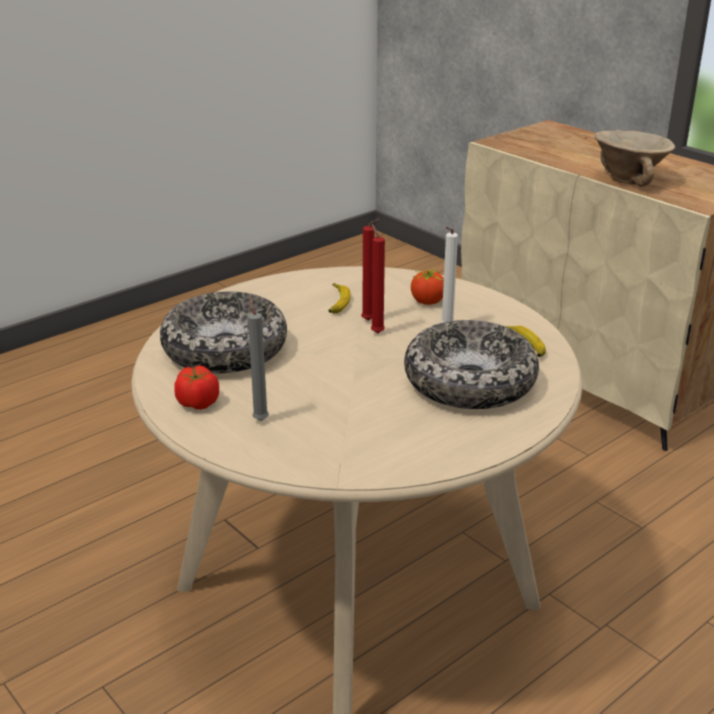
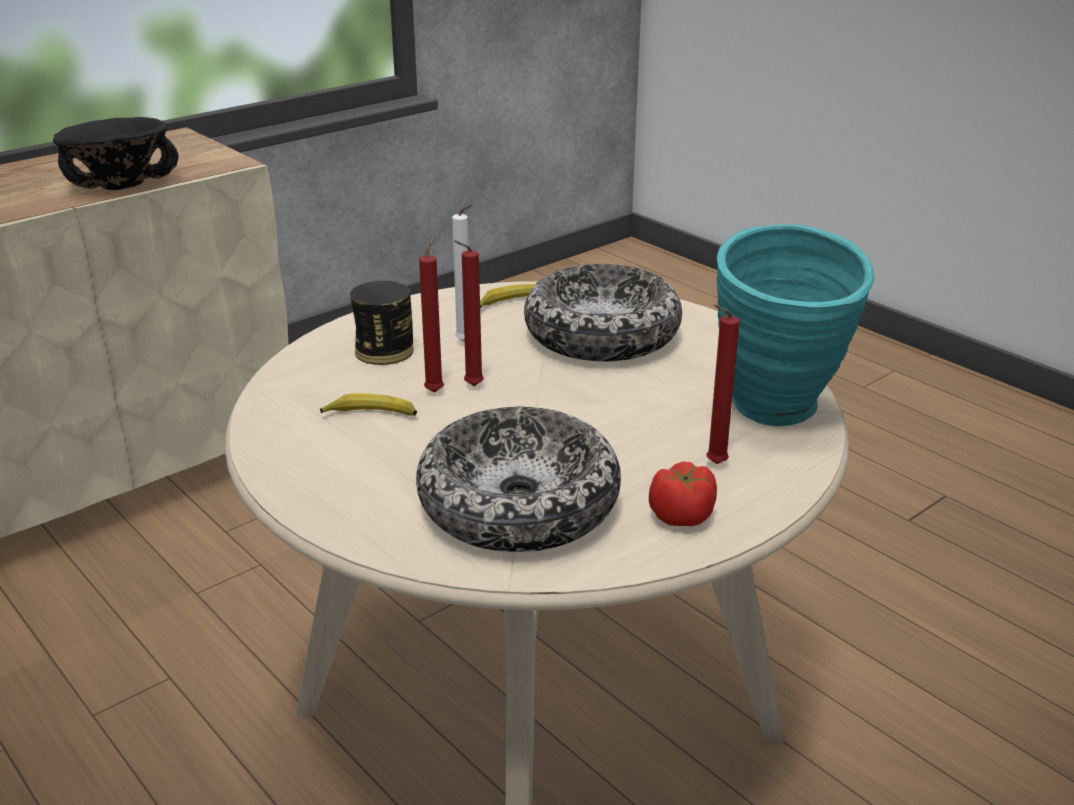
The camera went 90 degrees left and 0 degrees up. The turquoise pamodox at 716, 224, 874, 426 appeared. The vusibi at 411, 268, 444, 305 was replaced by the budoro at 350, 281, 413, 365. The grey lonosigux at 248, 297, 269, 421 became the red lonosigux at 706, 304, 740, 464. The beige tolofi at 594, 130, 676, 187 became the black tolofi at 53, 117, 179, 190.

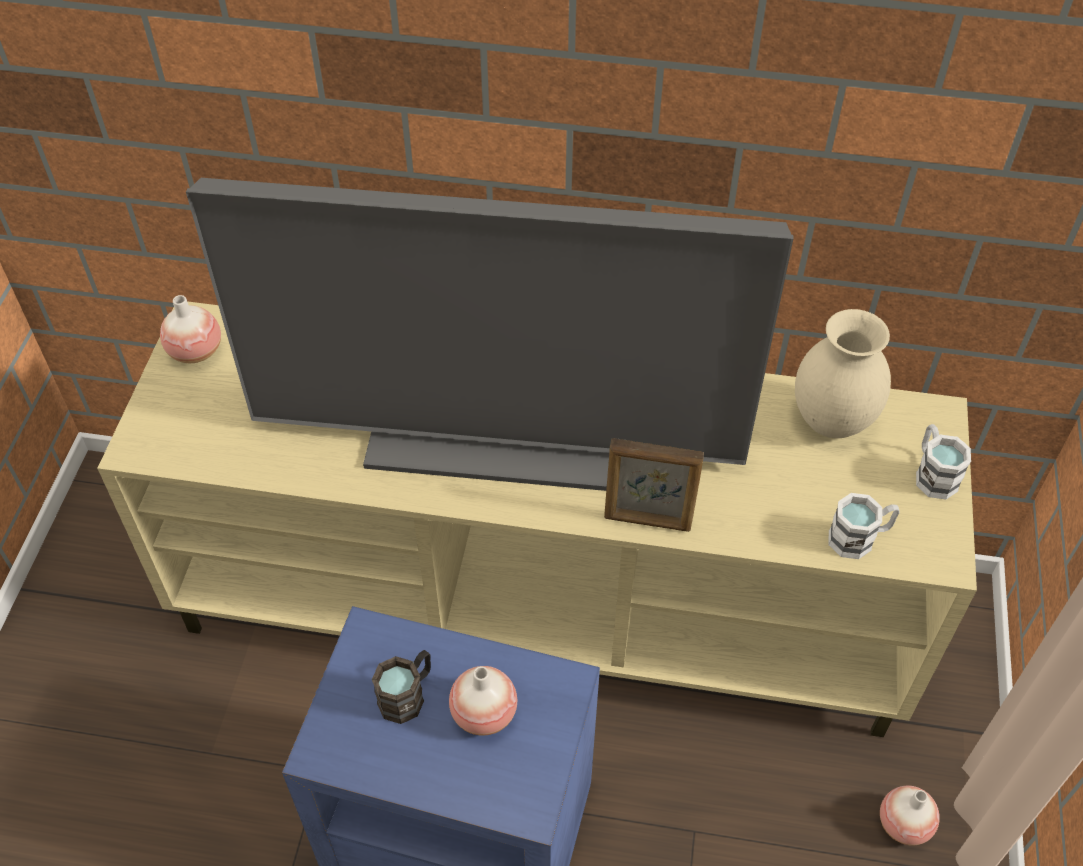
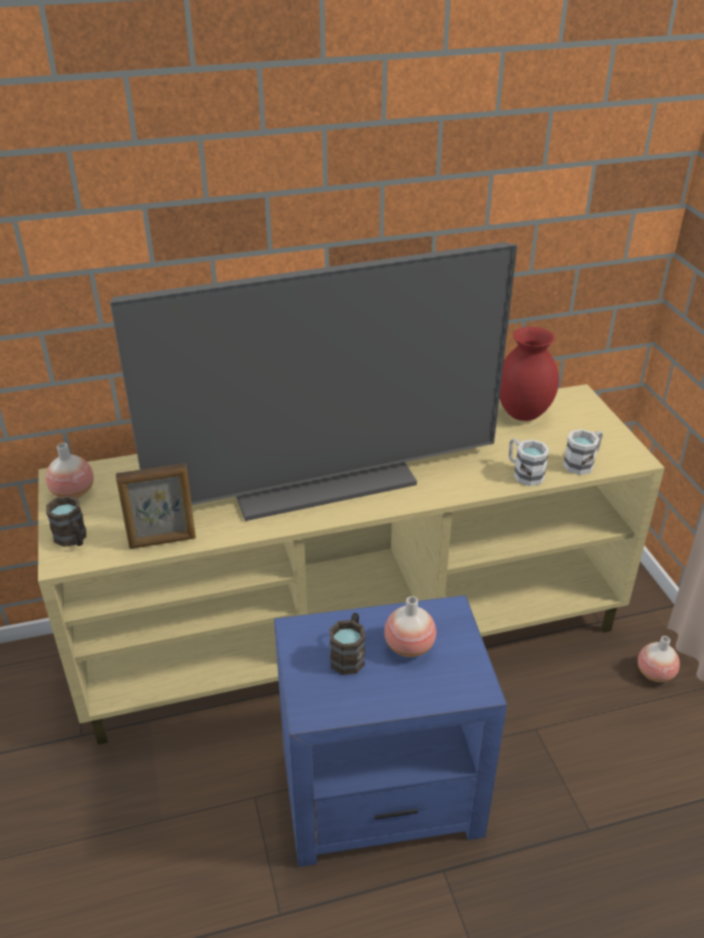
The camera went 25 degrees left and 15 degrees down. The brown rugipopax at 46, 496, 86, 547 appeared. The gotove moved from 604, 438, 704, 532 to 116, 463, 196, 549. The white rugipopax moved from 916, 424, 971, 500 to 509, 438, 549, 486. The beige pamodox at 795, 309, 891, 438 became the red pamodox at 499, 327, 559, 421.

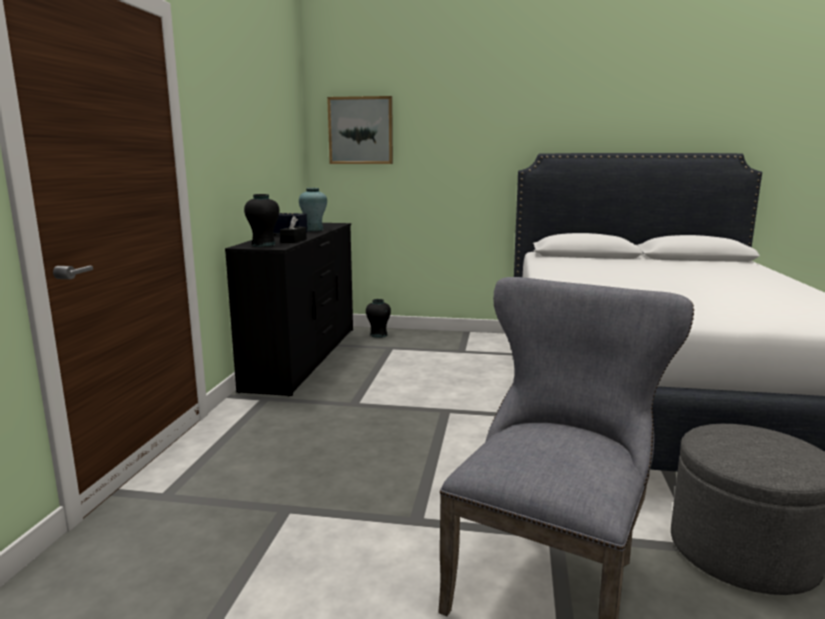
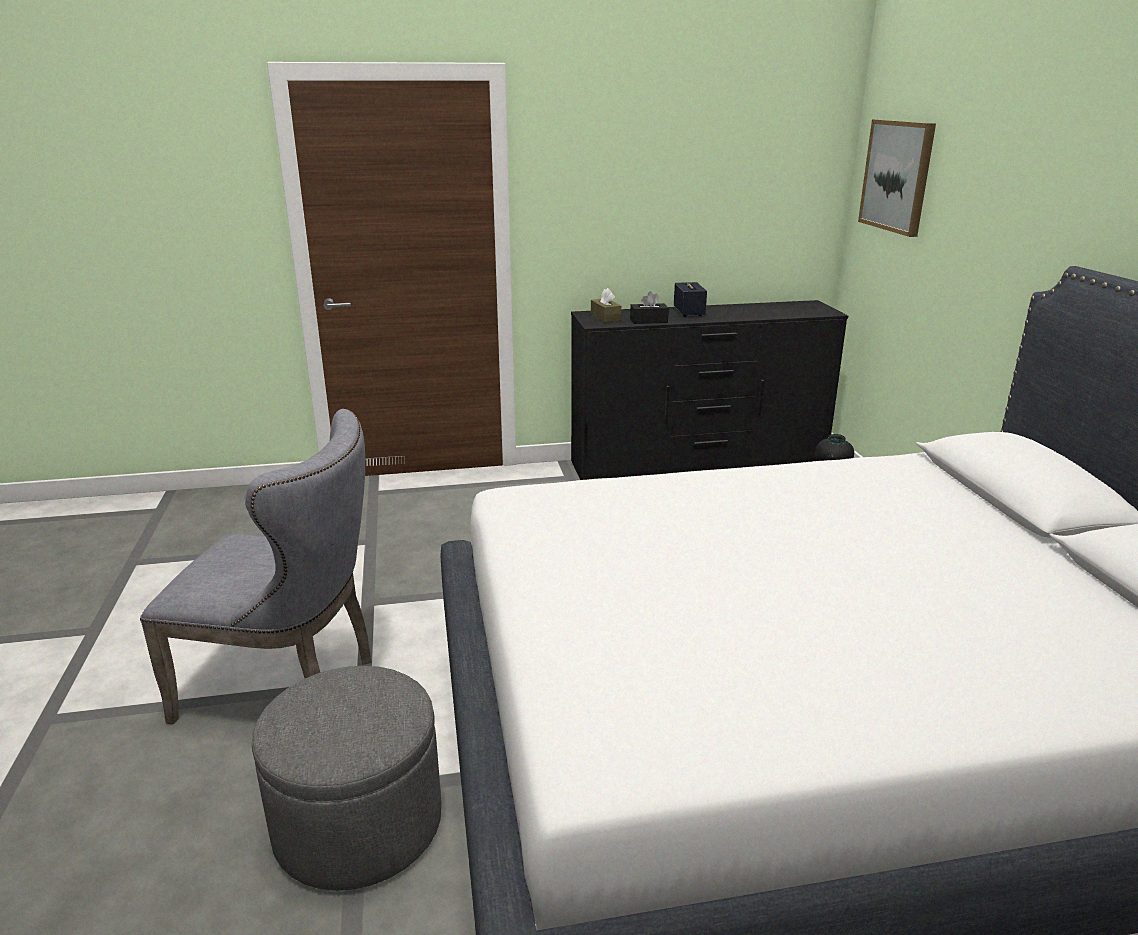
The camera went 70 degrees right and 10 degrees up. The turquoise pamodox at 299, 188, 327, 231 disappeared. The black pamodox at 244, 194, 279, 247 was replaced by the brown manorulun at 591, 288, 621, 322.

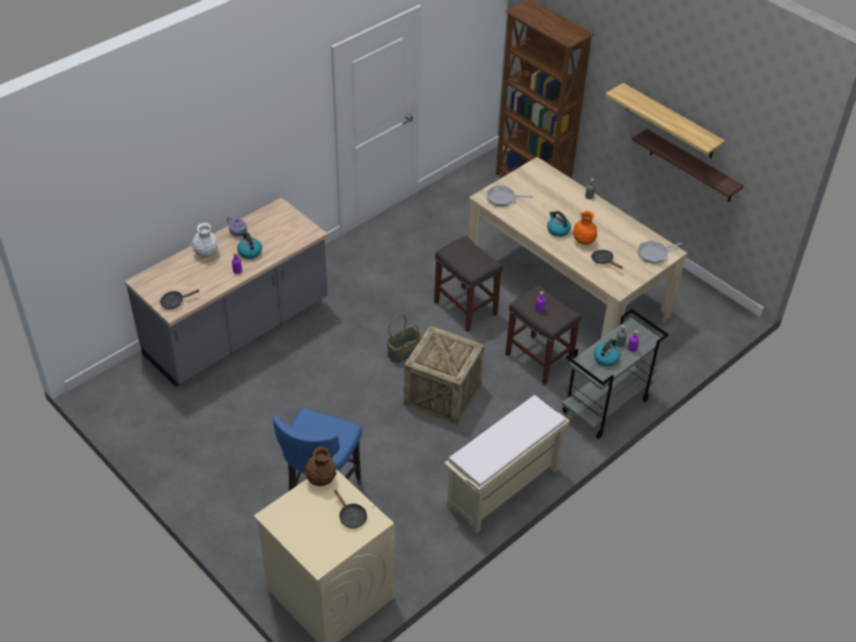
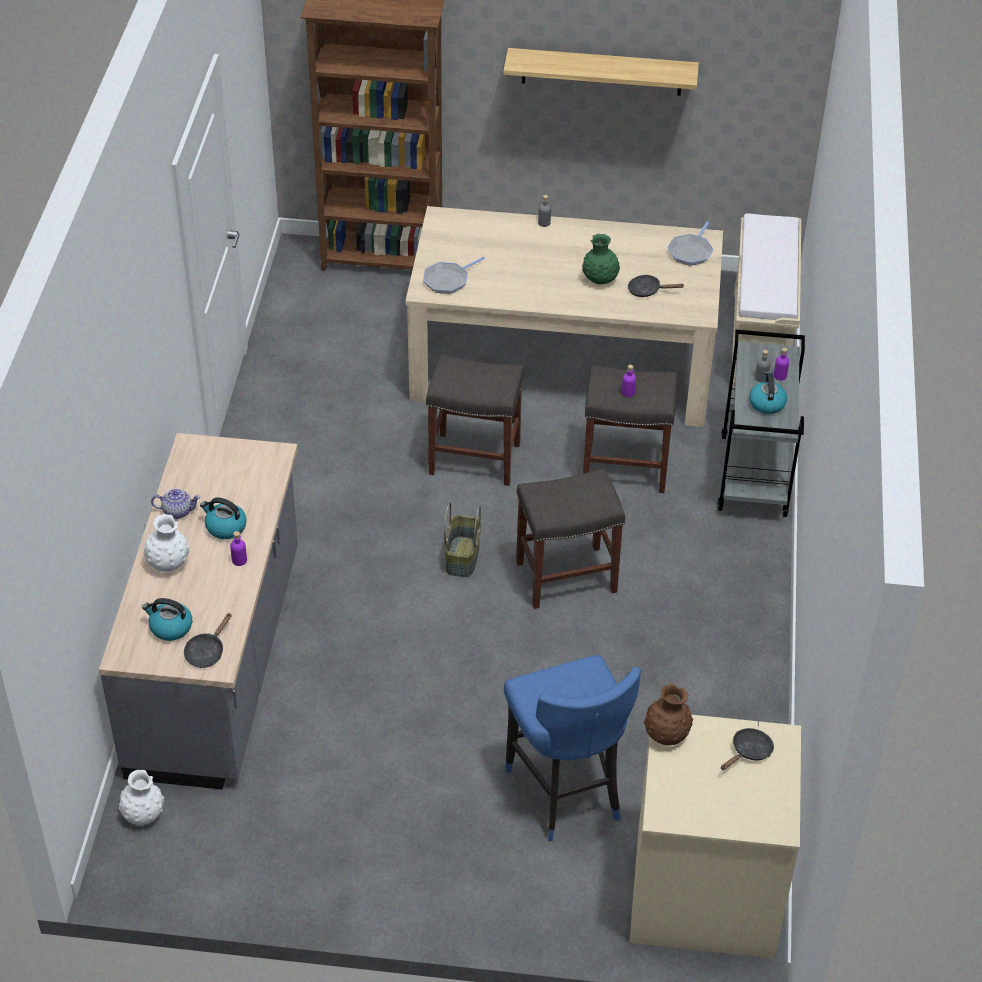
The camera went 40 degrees left and 0 degrees up. The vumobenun at 632, 129, 744, 202 disappeared. The white pamodox at 119, 770, 164, 825 appeared. The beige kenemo moved from 444, 395, 569, 534 to 732, 214, 801, 390. The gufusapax moved from 547, 211, 571, 237 to 142, 598, 192, 641. The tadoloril at 404, 326, 484, 425 was replaced by the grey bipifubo at 516, 468, 625, 609. The orange pamodox at 572, 210, 597, 245 became the green pamodox at 582, 234, 620, 284. The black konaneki at 334, 490, 367, 529 turned 60 degrees counterclockwise.

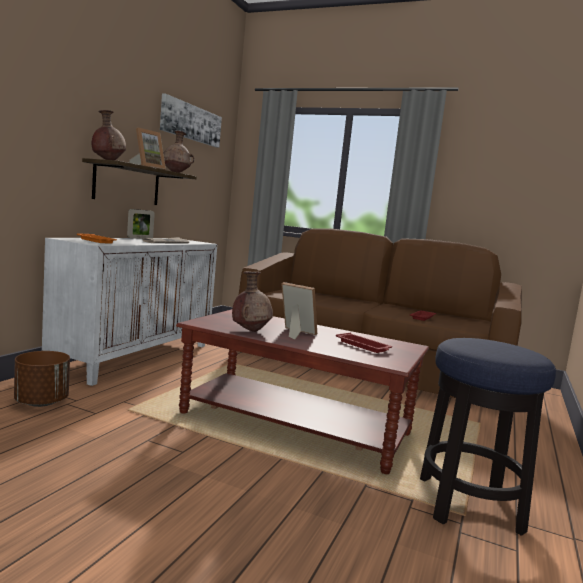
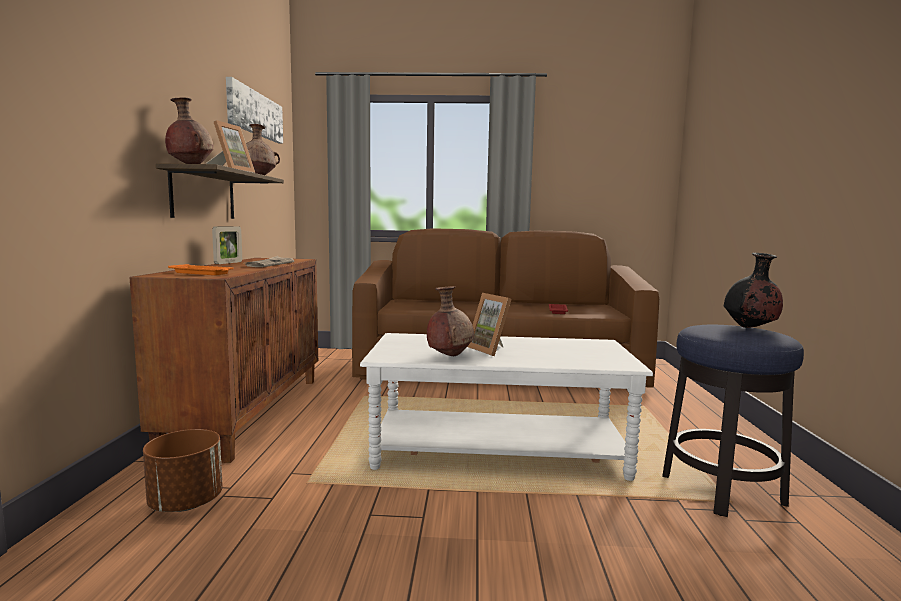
The camera went 20 degrees left and 0 degrees up. The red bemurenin at 336, 333, 392, 353 disappeared. The black pamodox at 724, 253, 783, 328 appeared. The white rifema at 42, 238, 217, 386 became the brown rifema at 129, 258, 318, 463. The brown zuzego at 176, 309, 429, 474 became the white zuzego at 360, 333, 653, 481. The gotove at 281, 282, 317, 339 turned 135 degrees counterclockwise.

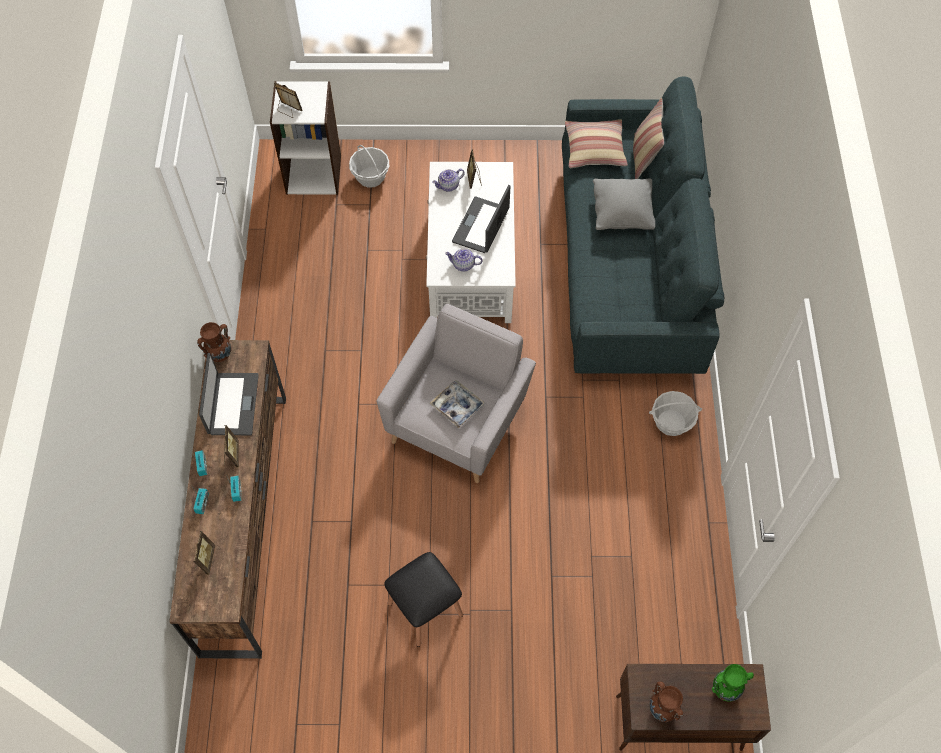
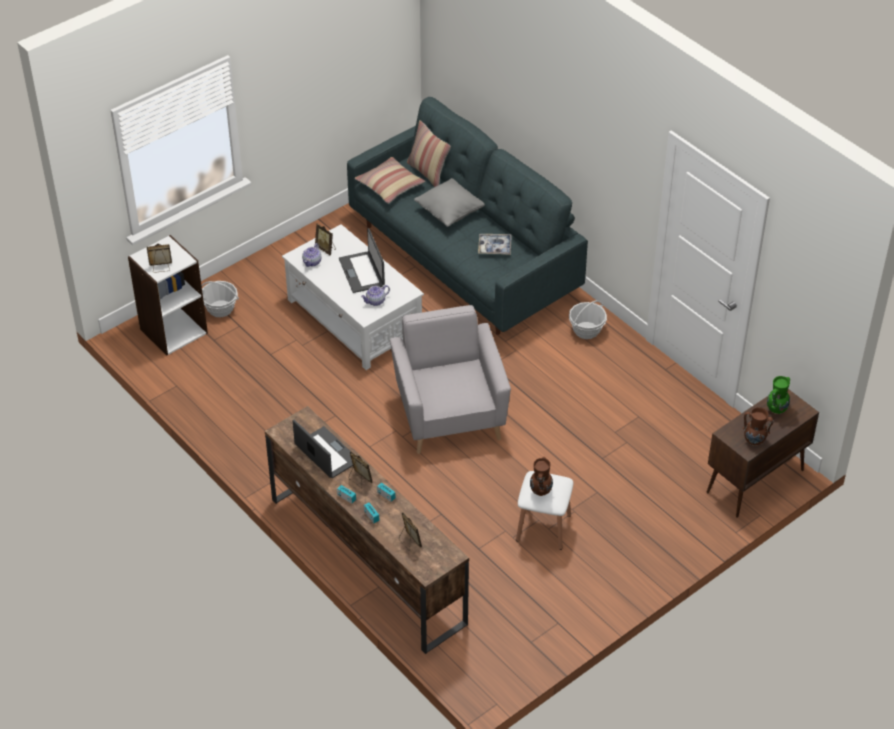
The camera went 40 degrees left and 15 degrees down. The brown pamodox moved from 197, 322, 231, 362 to 530, 457, 553, 496. The bemurenin moved from 429, 380, 485, 428 to 478, 234, 512, 255. The black bipifubo at 384, 552, 463, 647 became the white bipifubo at 516, 471, 573, 550.

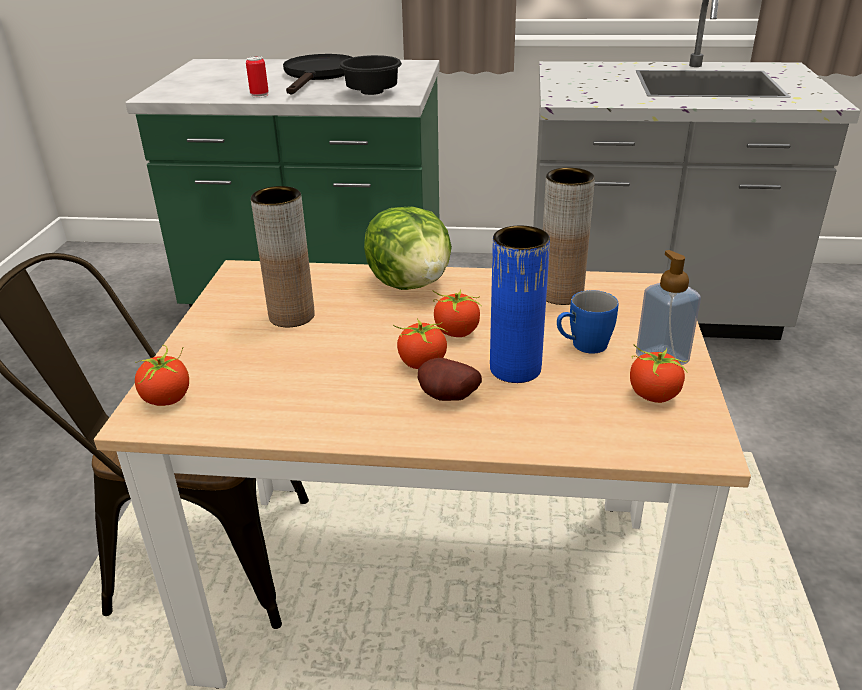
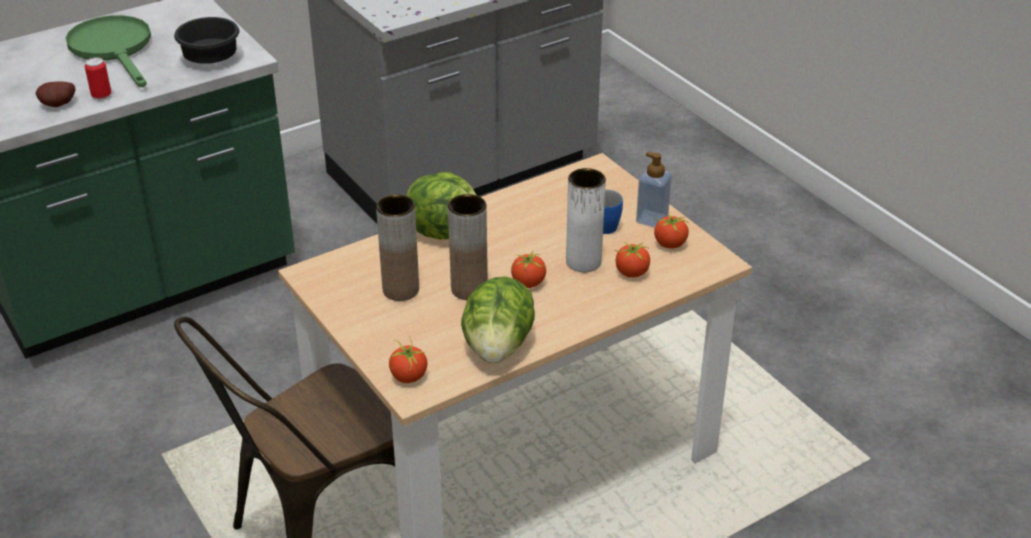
The camera went 40 degrees left and 5 degrees up. The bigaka at 461, 276, 535, 363 appeared. The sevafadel moved from 418, 358, 482, 401 to 36, 82, 75, 107. The vusibi moved from 432, 289, 482, 337 to 615, 242, 650, 278. The brown pamodox moved from 543, 168, 595, 305 to 448, 194, 488, 300. The black konaneki at 283, 54, 352, 95 became the green konaneki at 66, 15, 151, 87. The blue pamodox at 490, 226, 550, 383 became the white pamodox at 566, 168, 606, 272.

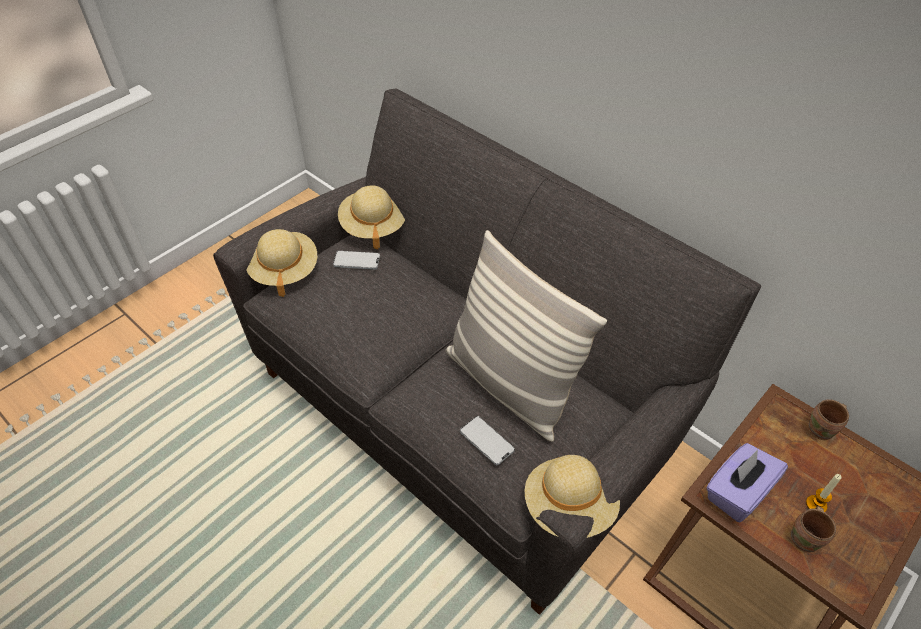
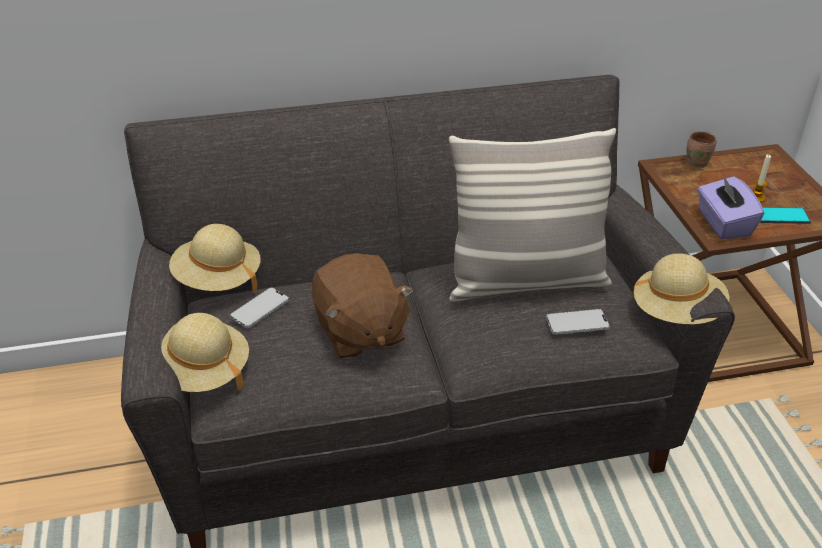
The camera went 55 degrees left and 10 degrees down. The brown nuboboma at 312, 253, 414, 359 appeared. The brown rugipopax at 790, 506, 836, 553 was replaced by the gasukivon at 760, 207, 811, 224.

